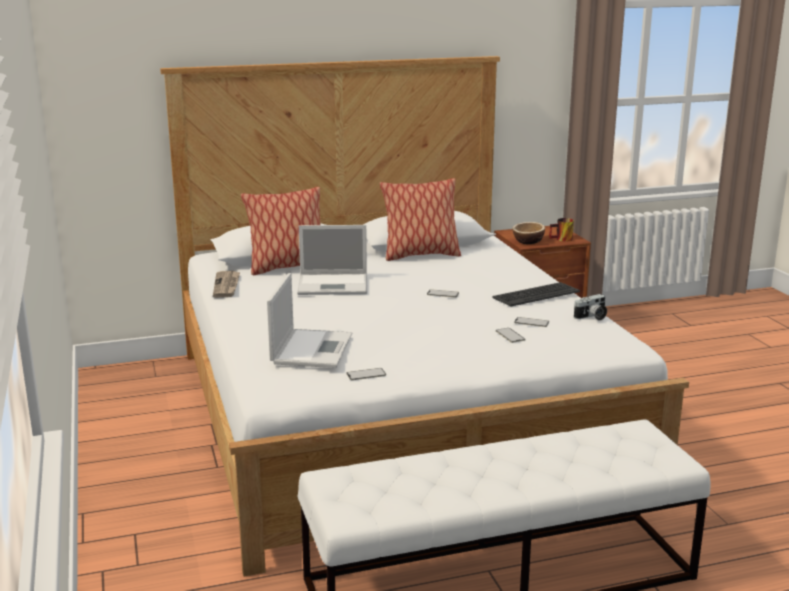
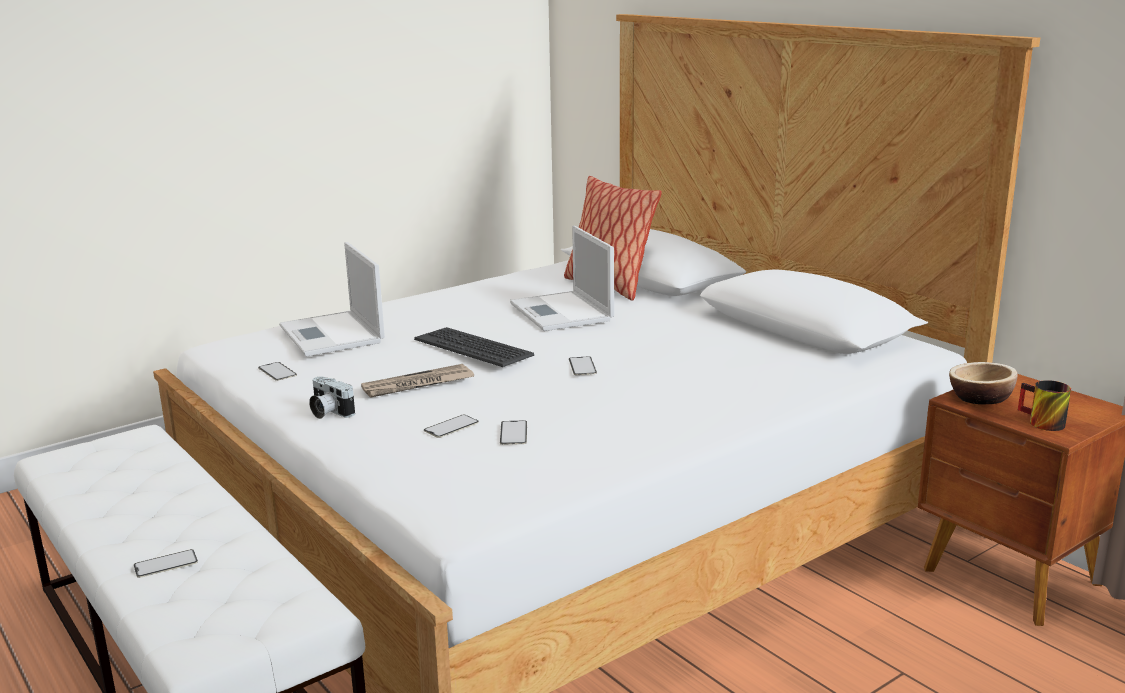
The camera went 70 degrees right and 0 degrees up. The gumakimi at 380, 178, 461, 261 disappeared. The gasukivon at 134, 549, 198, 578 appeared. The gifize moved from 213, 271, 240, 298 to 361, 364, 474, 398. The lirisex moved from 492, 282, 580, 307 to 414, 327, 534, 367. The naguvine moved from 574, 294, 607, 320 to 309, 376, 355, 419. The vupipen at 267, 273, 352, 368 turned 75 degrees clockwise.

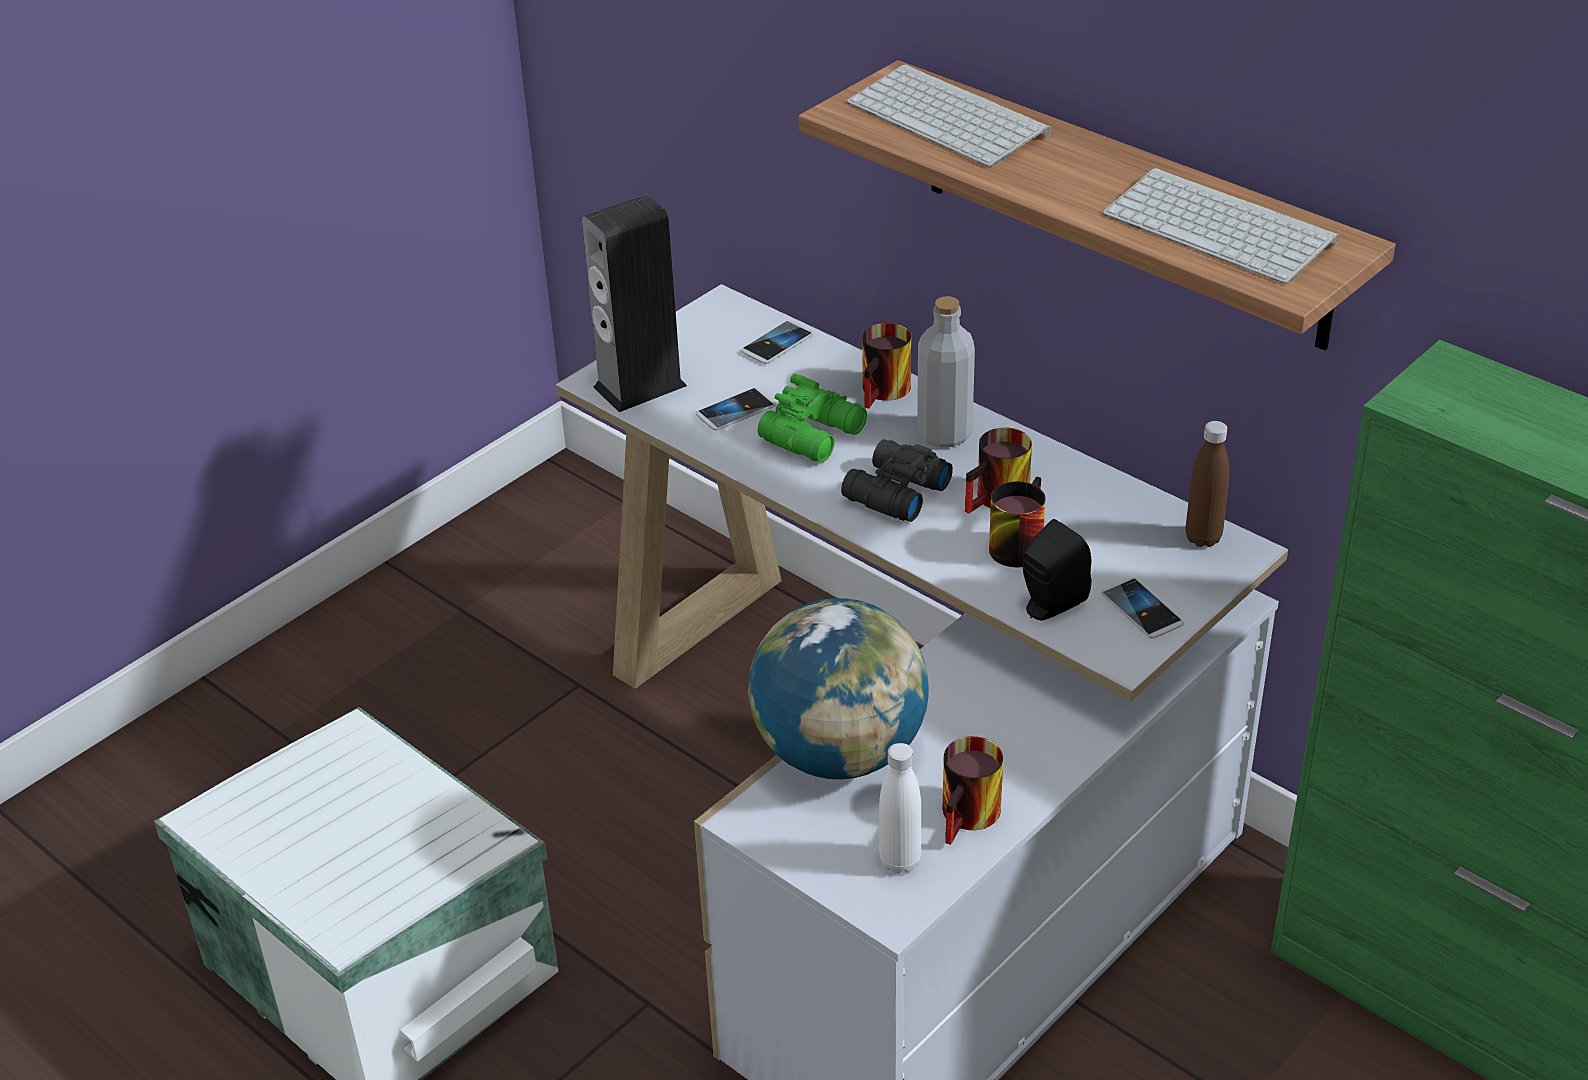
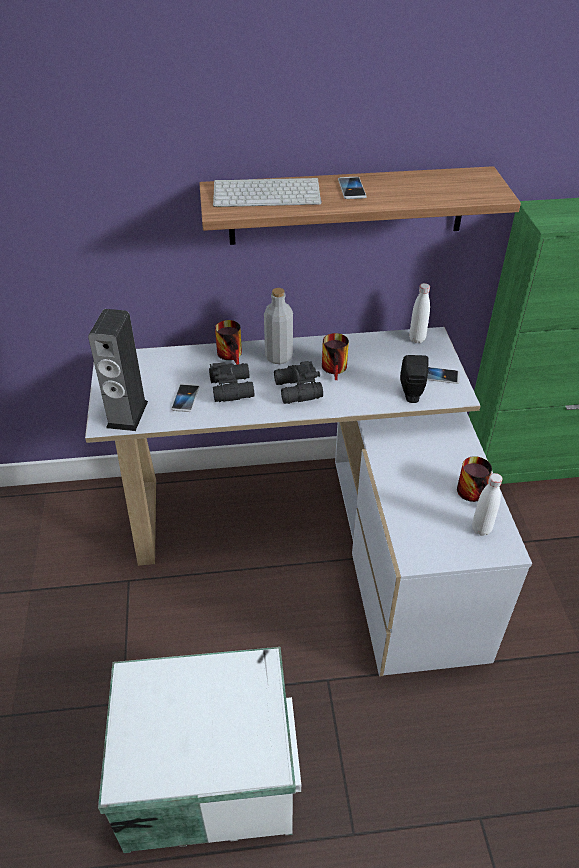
The camera went 50 degrees left and 5 degrees up. The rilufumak at 748, 598, 929, 779 disappeared. The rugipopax at 989, 476, 1046, 567 disappeared. The lirisex at 1103, 167, 1339, 284 disappeared. The gasukivon moved from 741, 320, 814, 364 to 338, 177, 367, 199. The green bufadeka at 758, 373, 867, 462 became the black bufadeka at 209, 362, 254, 402. The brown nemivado at 1186, 421, 1229, 547 became the white nemivado at 409, 283, 430, 343.

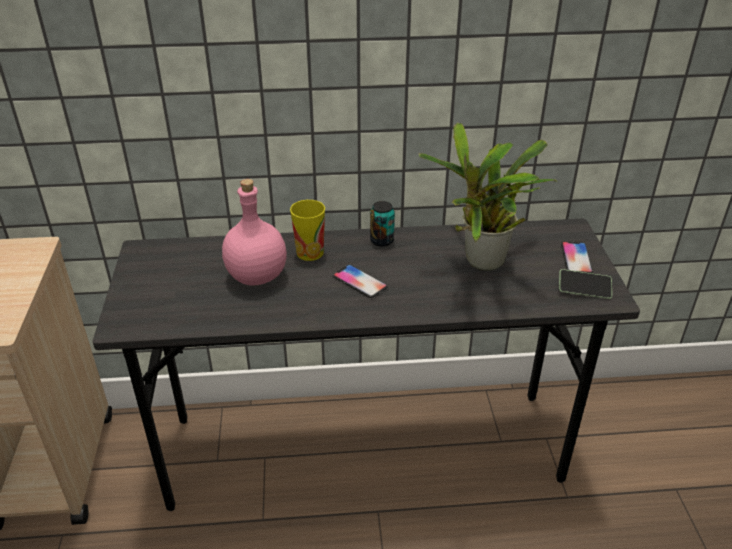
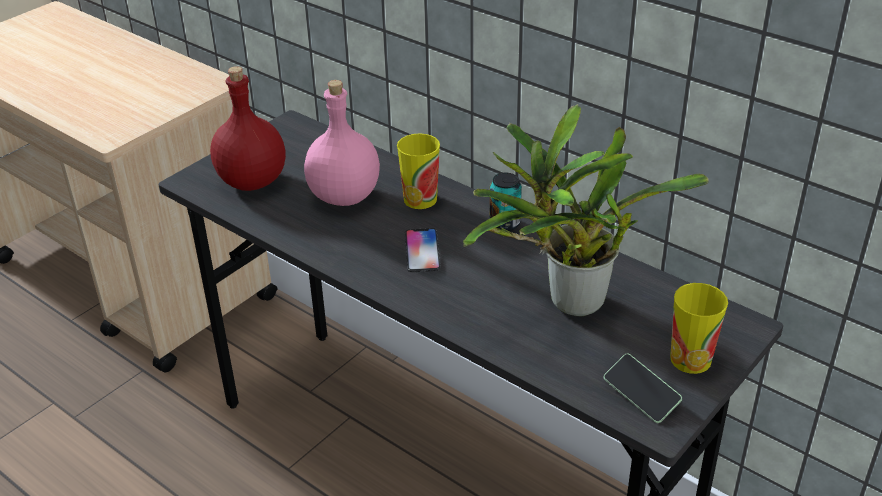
The camera went 45 degrees right and 0 degrees up. The red nemivado at 210, 66, 286, 191 appeared. The gasukivon at 561, 241, 593, 273 was replaced by the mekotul at 670, 283, 728, 374.

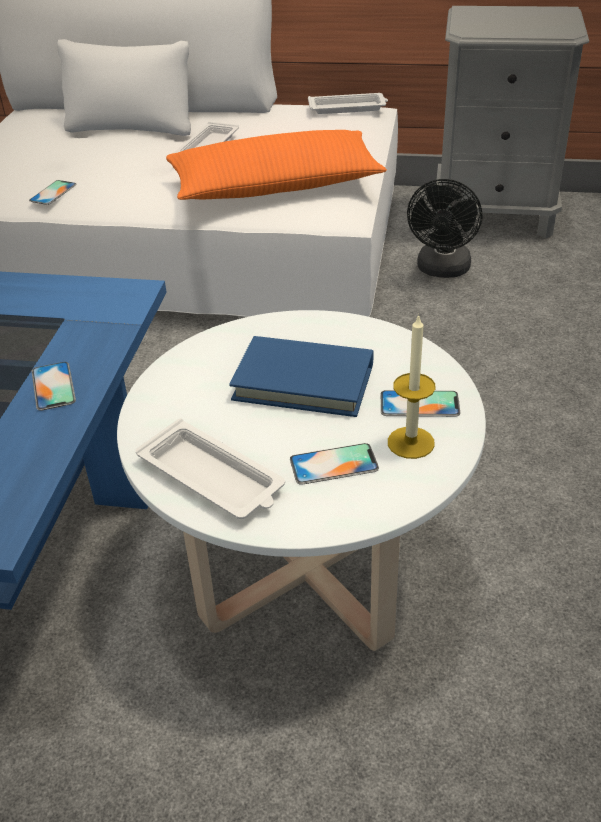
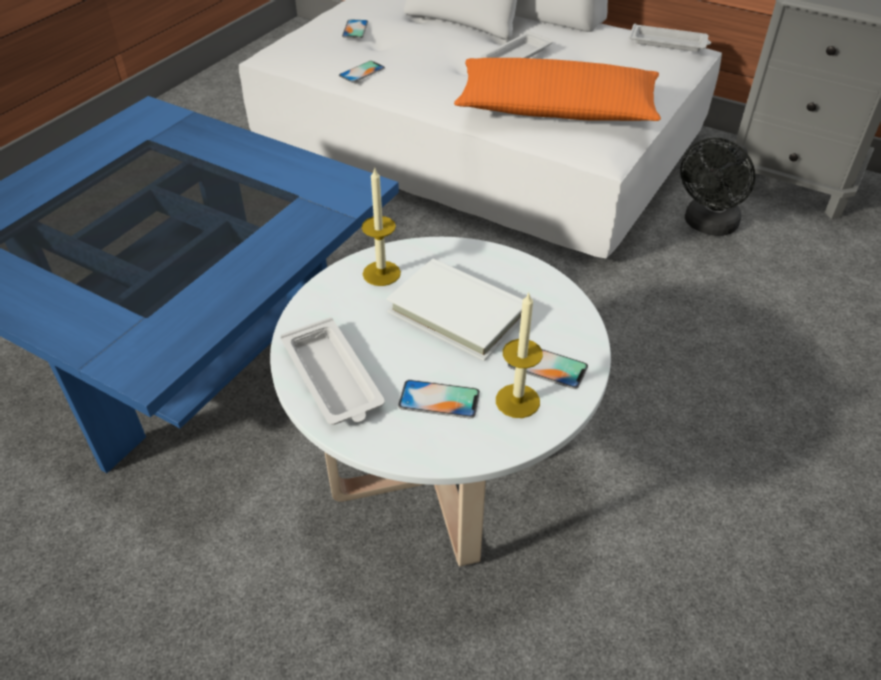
The camera went 20 degrees right and 5 degrees up. The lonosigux at 362, 167, 401, 286 appeared. The gasukivon moved from 32, 362, 76, 411 to 342, 19, 368, 38. The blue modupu at 229, 336, 374, 417 became the white modupu at 387, 259, 523, 361.

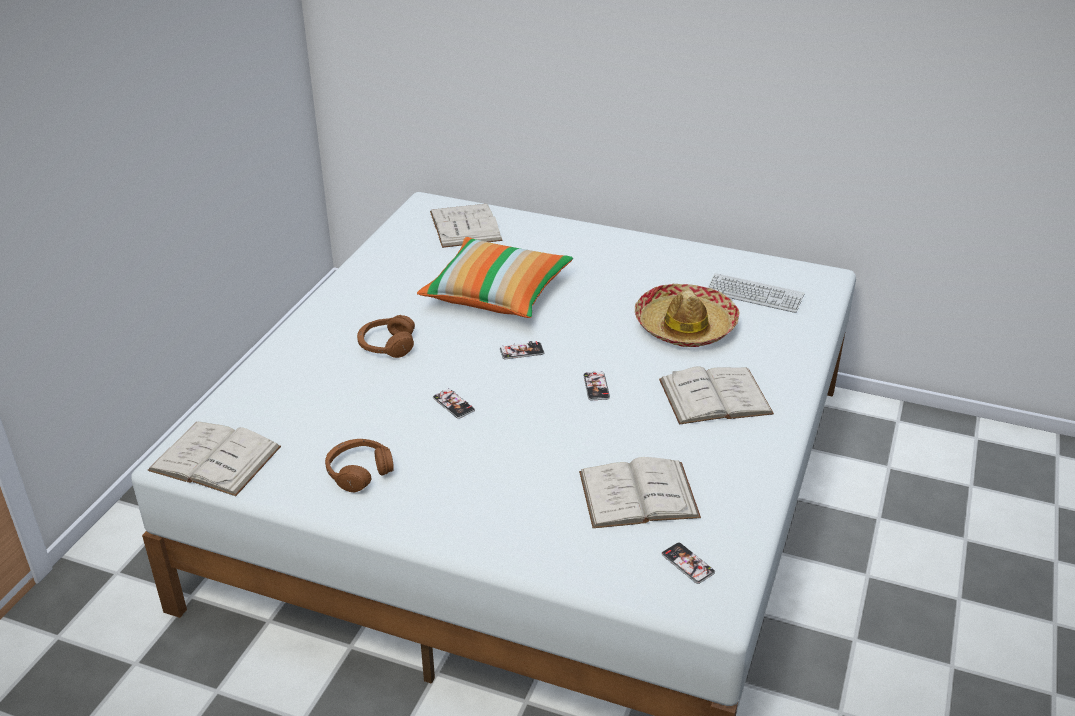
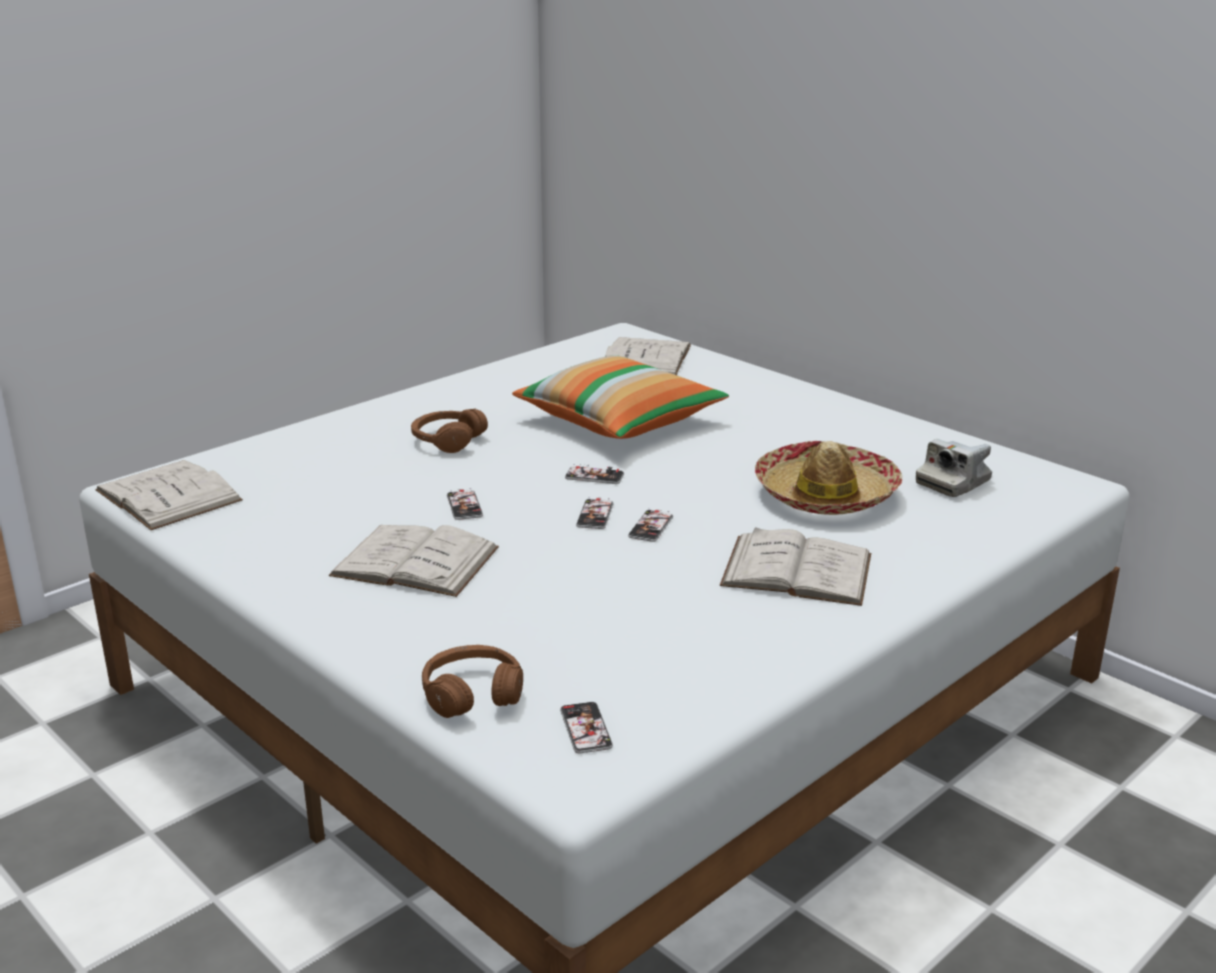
The camera went 25 degrees right and 10 degrees down. The gasukivon at 576, 497, 614, 529 appeared. The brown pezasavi moved from 325, 439, 394, 492 to 422, 645, 523, 718. The white modupu moved from 579, 457, 701, 528 to 329, 525, 499, 597. The lirisex at 707, 273, 805, 313 was replaced by the naguvine at 916, 439, 992, 497.

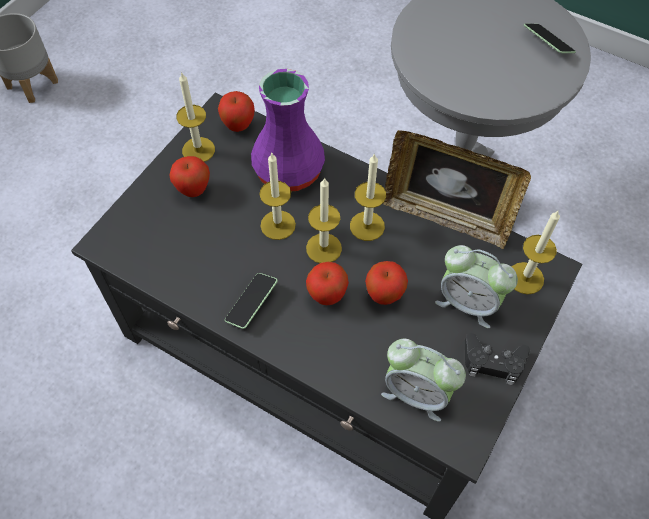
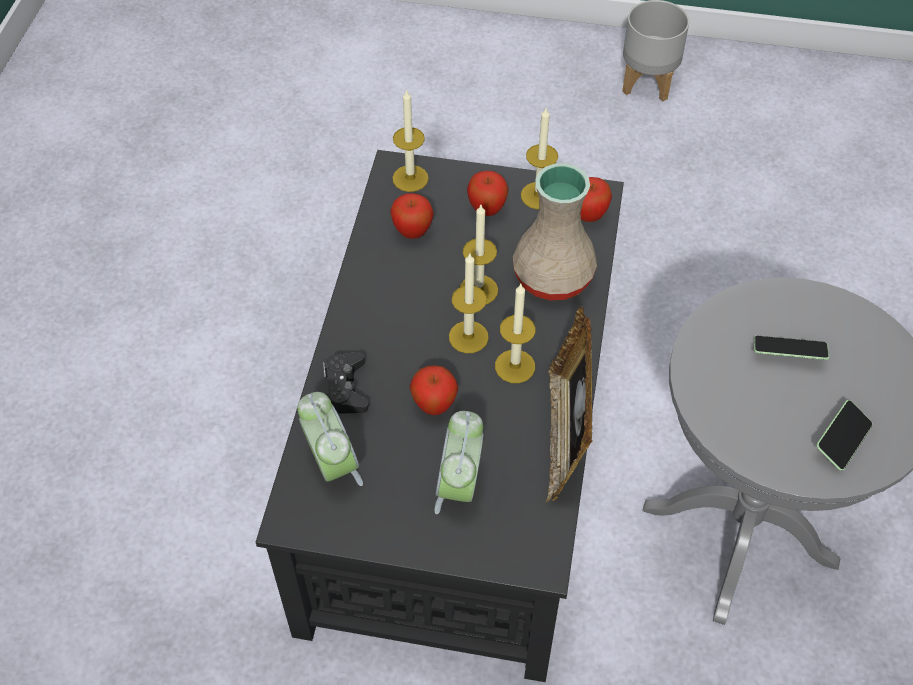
The camera went 70 degrees right and 5 degrees down. The gasukivon moved from 225, 273, 278, 329 to 754, 336, 830, 360. The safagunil moved from 306, 262, 349, 305 to 390, 193, 434, 239. The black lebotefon moved from 465, 333, 530, 385 to 323, 352, 369, 414. The lonosigux moved from 511, 210, 560, 295 to 392, 89, 429, 192. The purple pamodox at 251, 69, 325, 191 became the beige pamodox at 513, 163, 597, 300. The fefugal at 381, 339, 466, 422 turned 150 degrees clockwise.

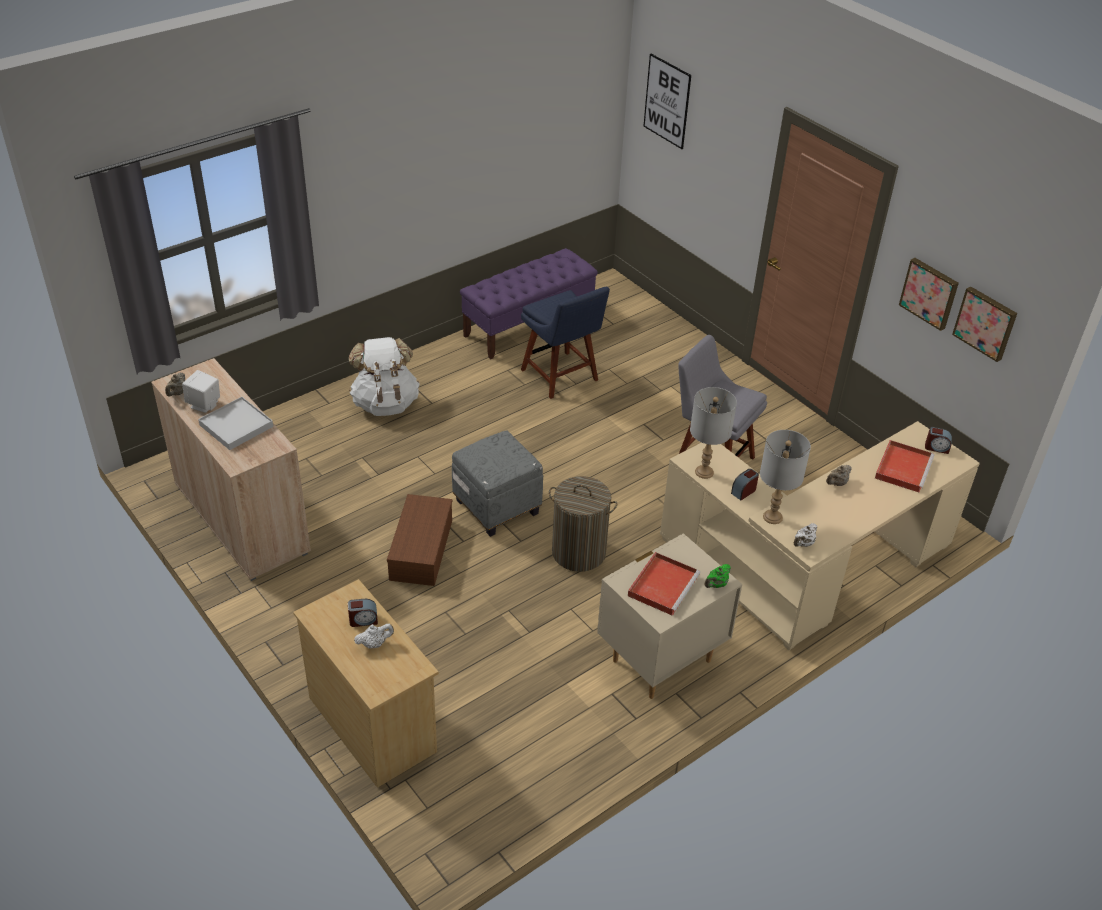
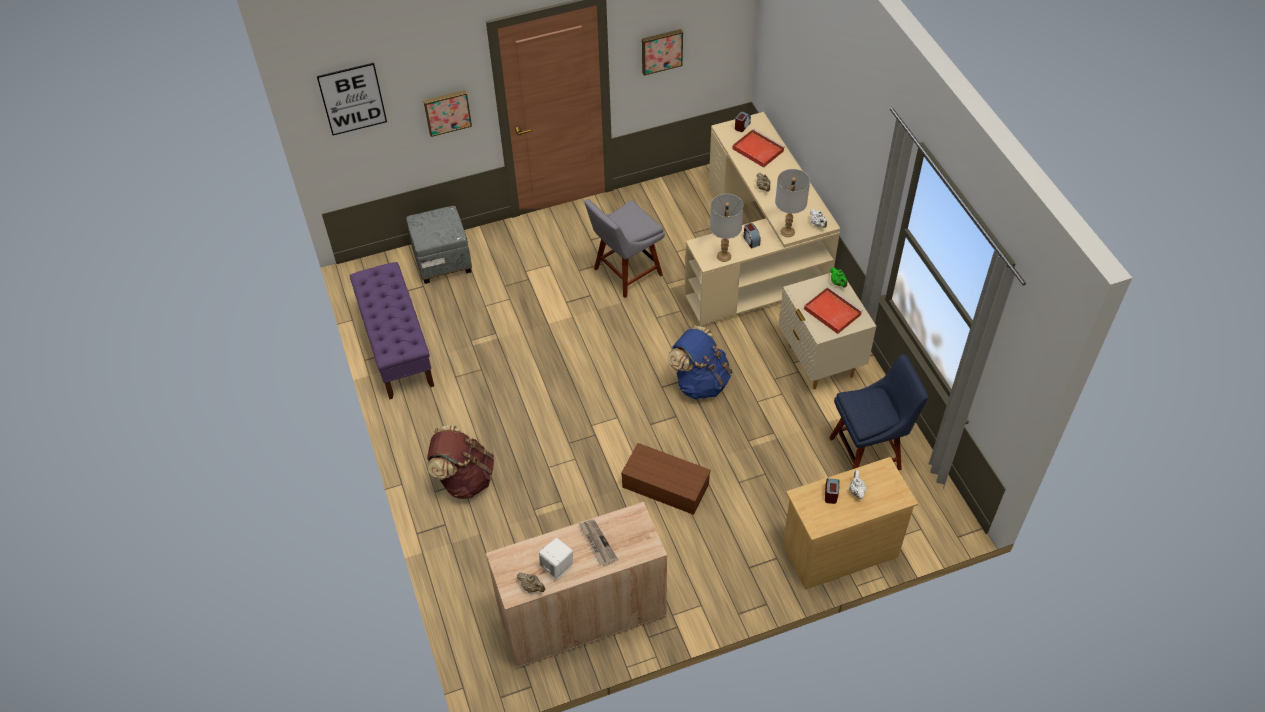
The camera went 70 degrees left and 10 degrees up. The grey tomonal moved from 452, 430, 543, 537 to 406, 206, 472, 284. The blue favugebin moved from 521, 287, 610, 399 to 829, 354, 928, 470. The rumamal moved from 952, 286, 1017, 362 to 423, 90, 472, 137. The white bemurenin at 198, 397, 273, 450 was replaced by the gifize at 579, 520, 618, 567. The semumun at 549, 476, 617, 572 was replaced by the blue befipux at 667, 325, 732, 399. The white befipux at 349, 337, 420, 416 became the brown befipux at 427, 425, 494, 499.

